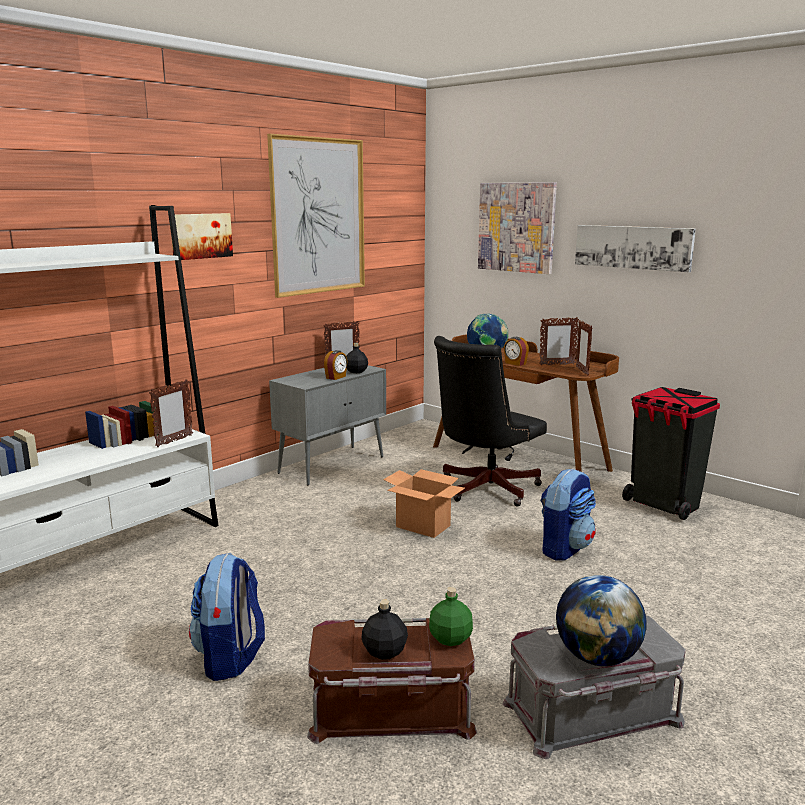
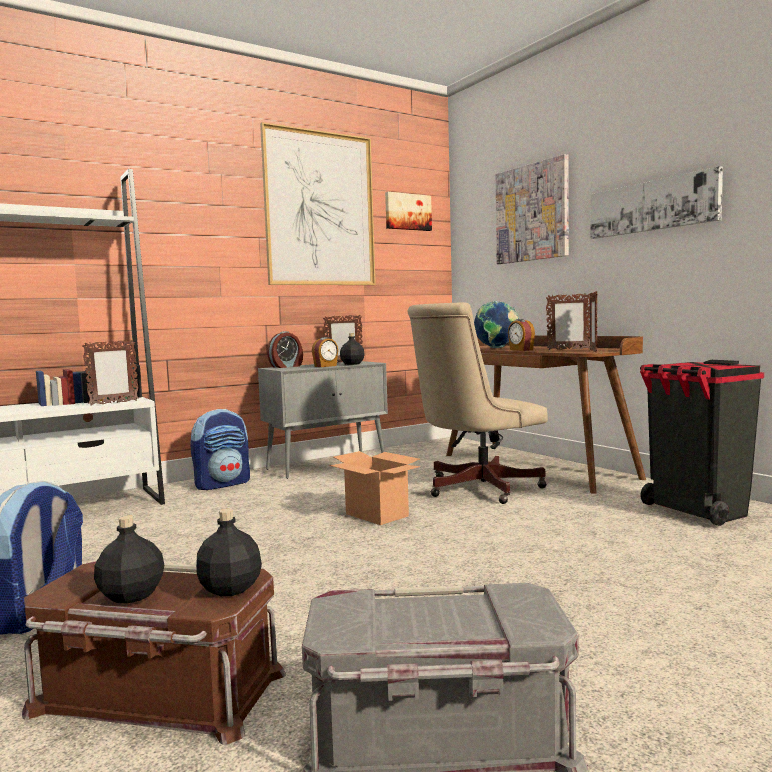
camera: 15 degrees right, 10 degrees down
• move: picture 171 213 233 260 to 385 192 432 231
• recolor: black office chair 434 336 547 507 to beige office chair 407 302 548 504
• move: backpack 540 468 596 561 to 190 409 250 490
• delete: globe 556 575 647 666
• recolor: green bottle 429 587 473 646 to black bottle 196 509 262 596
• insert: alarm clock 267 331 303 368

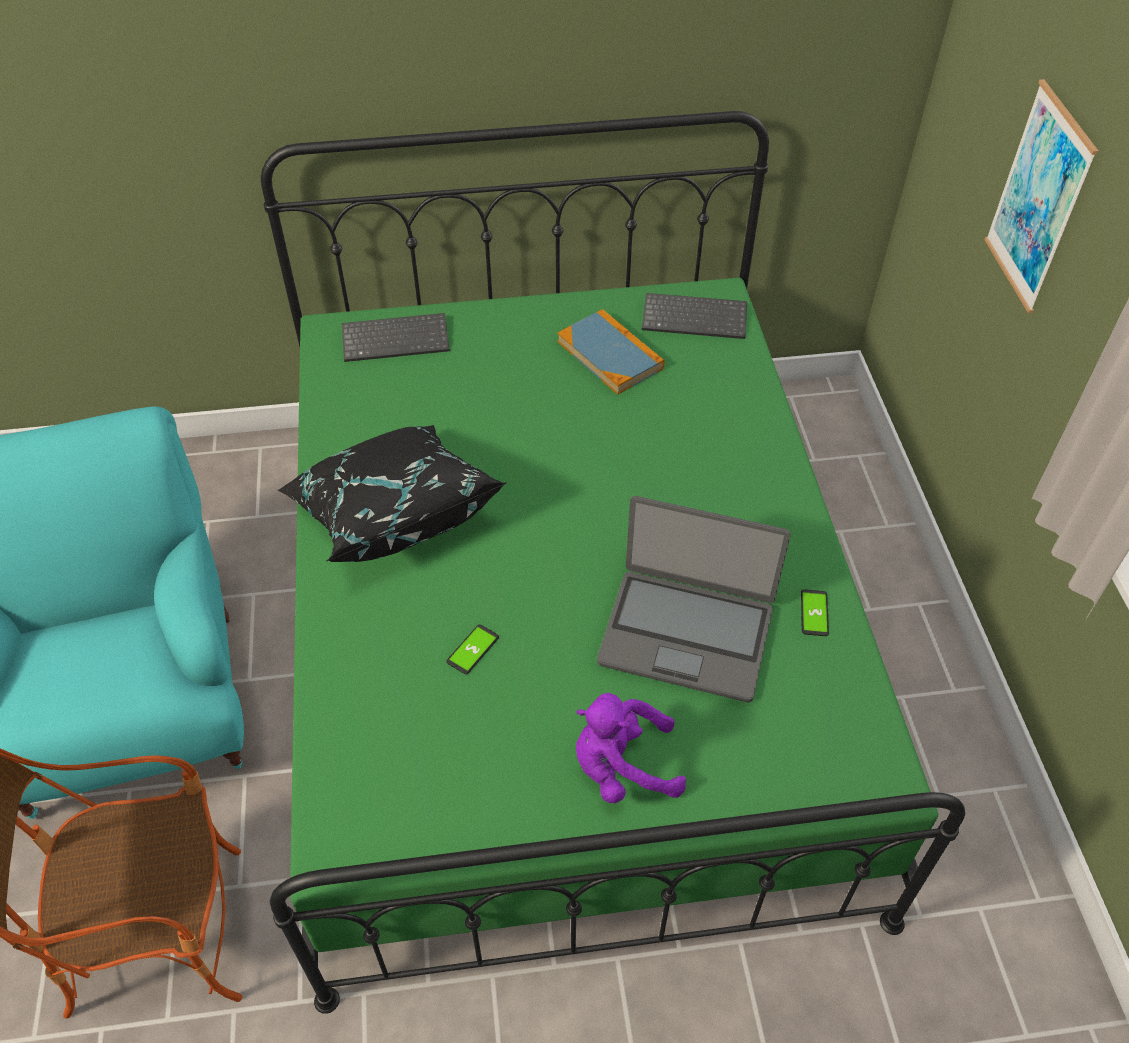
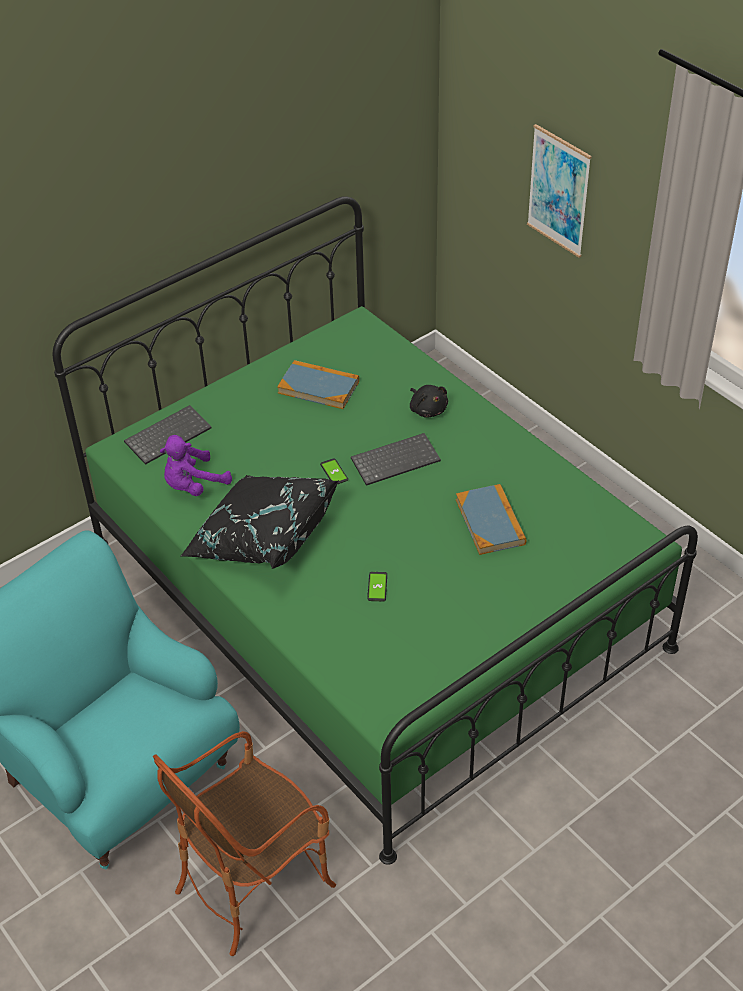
camera: 30 degrees left, 5 degrees down
• move: keyboard 642 293 747 339 to 351 433 441 486
• replace: laptop 597 496 791 702 to book 456 484 527 555
• move: phone 801 589 829 636 to 320 458 348 484
• move: purple plush toy 576 693 686 804 to 160 435 232 496
• insert: black plush toy 410 385 448 418

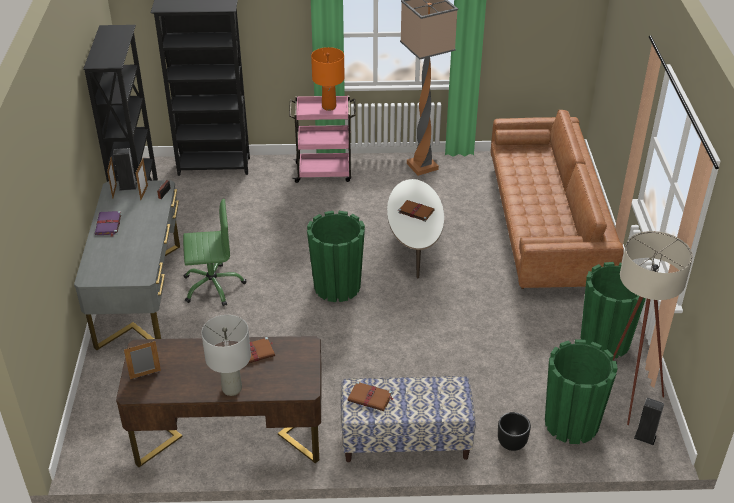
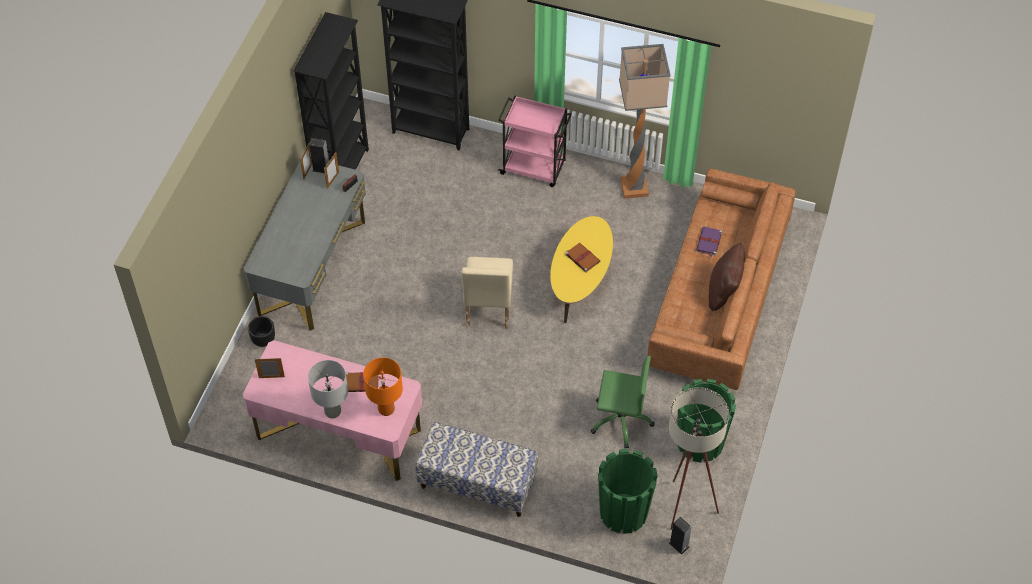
camera: 20 degrees right, 15 degrees up
• move: orange table lamp 311 47 345 111 to 363 358 403 416
• recolor: white coffee table 387 179 444 279 to yellow coffee table 550 216 613 323
• move: green office chair 183 199 246 306 to 590 356 655 449
• move: purple book 95 211 122 236 to 696 227 722 257
• replace: green planter 307 211 365 302 to beige chair 462 257 513 328
• recolor: brown desk 116 336 322 467 to pink desk 243 340 422 481
• delete: brown book 348 381 394 411
• move: black planter 498 412 531 451 to 248 316 275 347
• insert: brown pillow 709 243 745 311

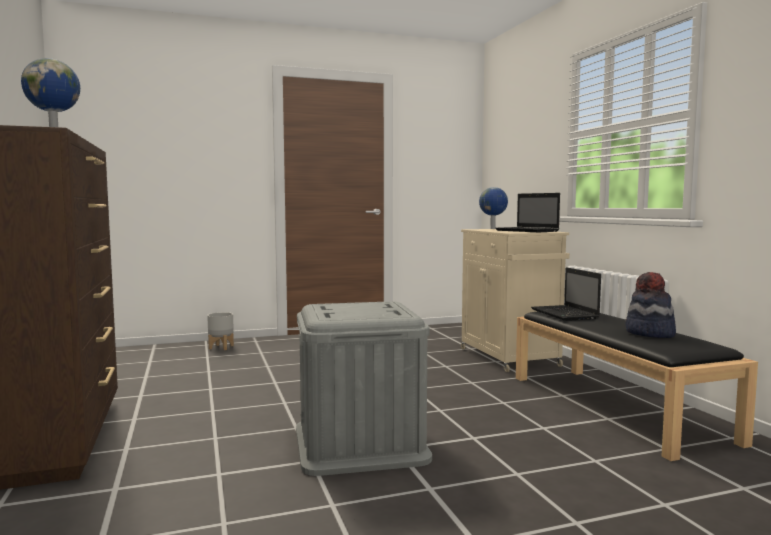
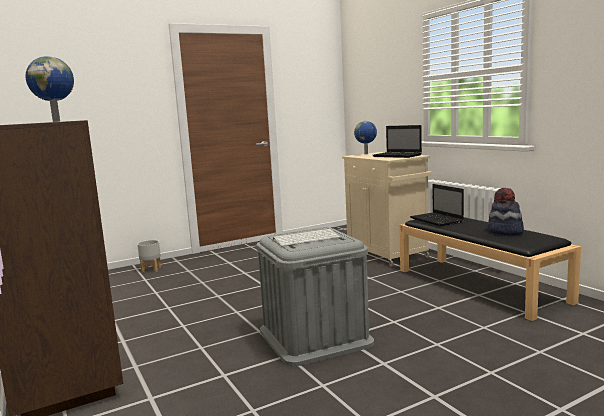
camera: 10 degrees left, 5 degrees up
• insert: keyboard 273 229 340 246

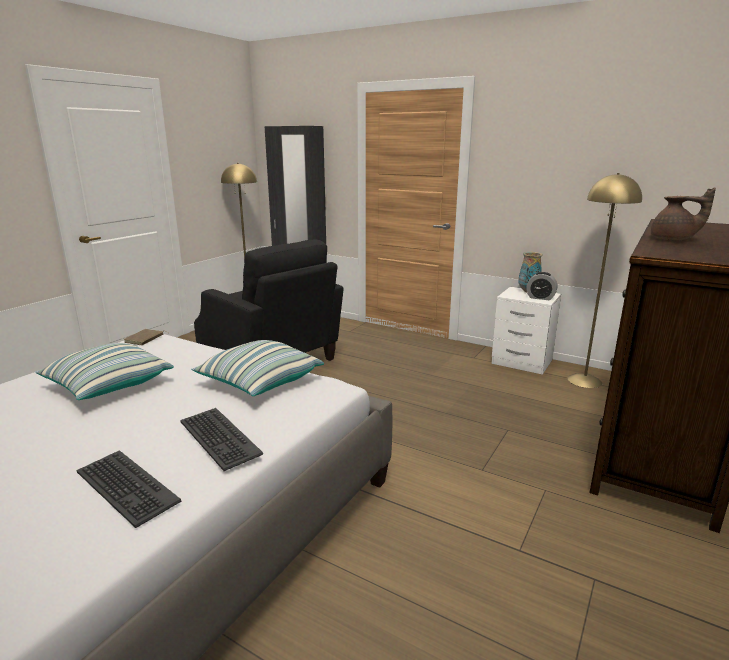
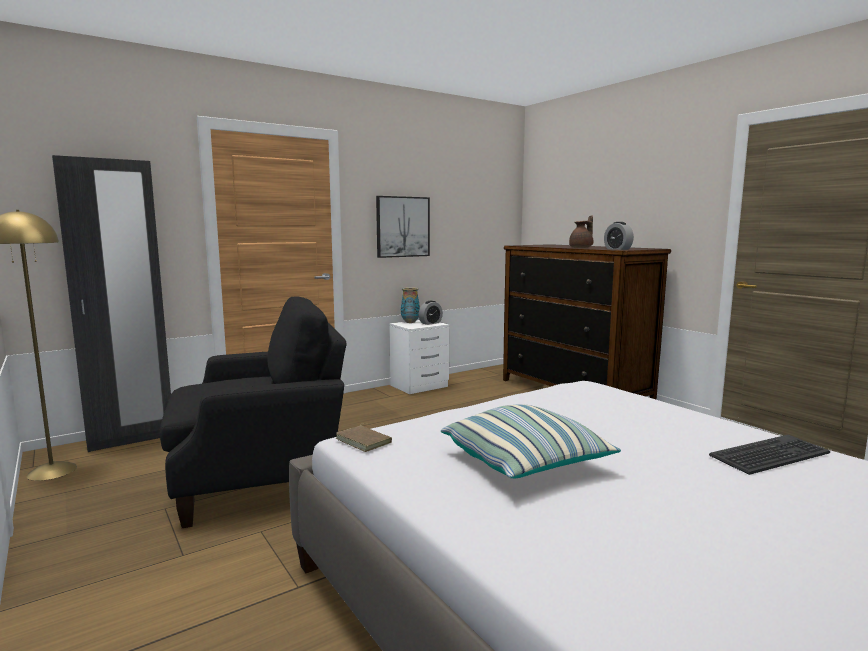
camera: 65 degrees left, 10 degrees down
• delete: yellow floor lamp 567 173 642 388
• delete: pillow 191 340 324 396
• delete: keyboard 180 408 263 471
• insert: picture 376 196 430 258
• insert: alarm clock 604 222 634 250

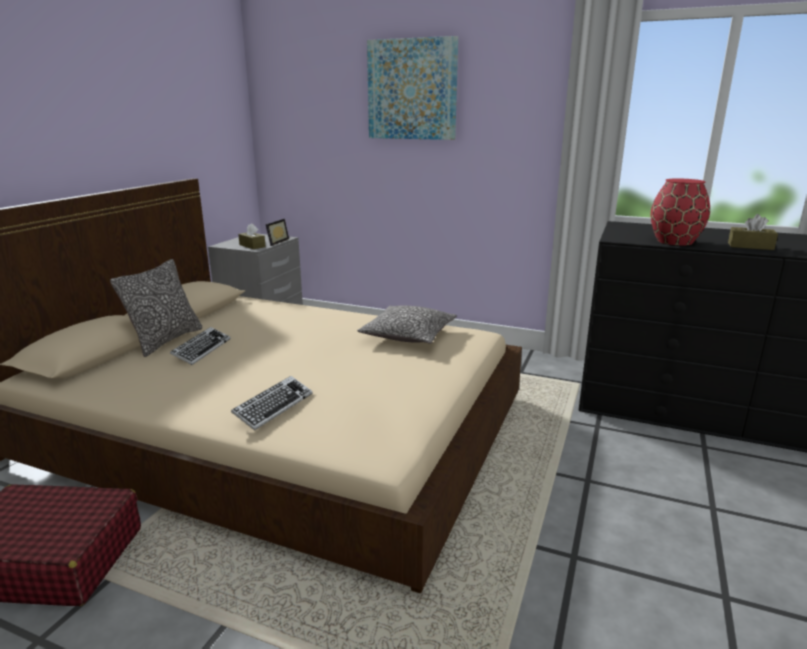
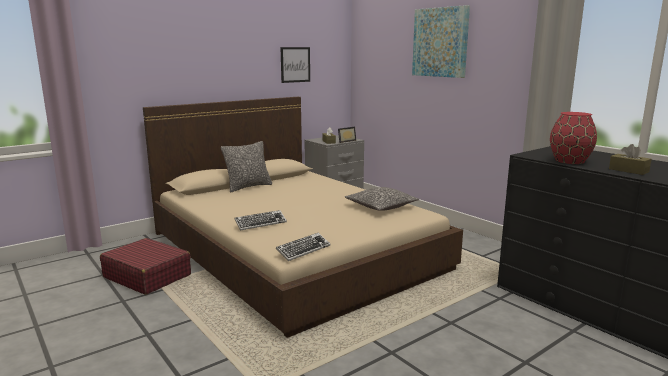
camera: 30 degrees right, 5 degrees down
• move: keyboard 170 327 231 365 to 276 233 331 261
• insert: picture 281 47 310 83

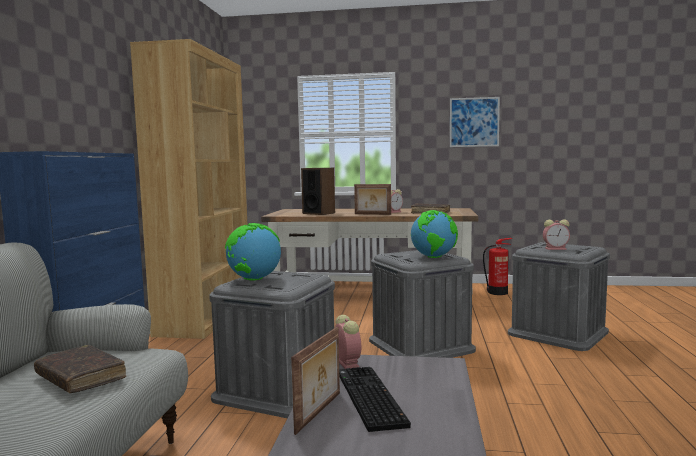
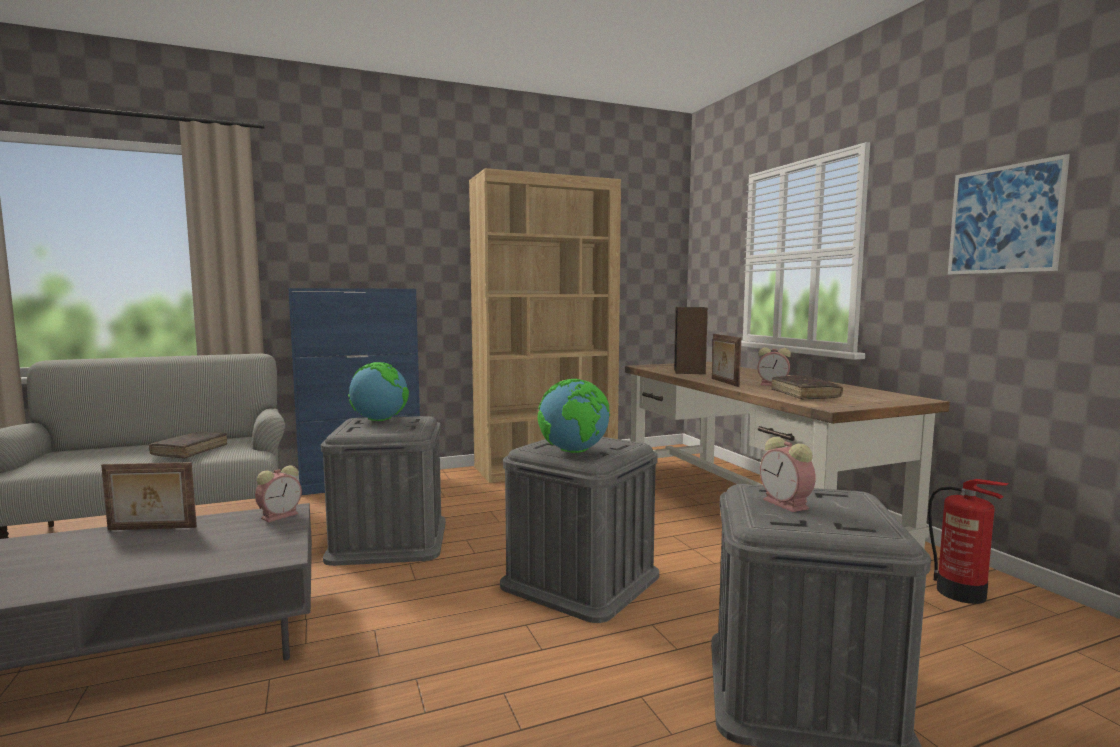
camera: 60 degrees right, 0 degrees up
• delete: keyboard 339 367 411 432

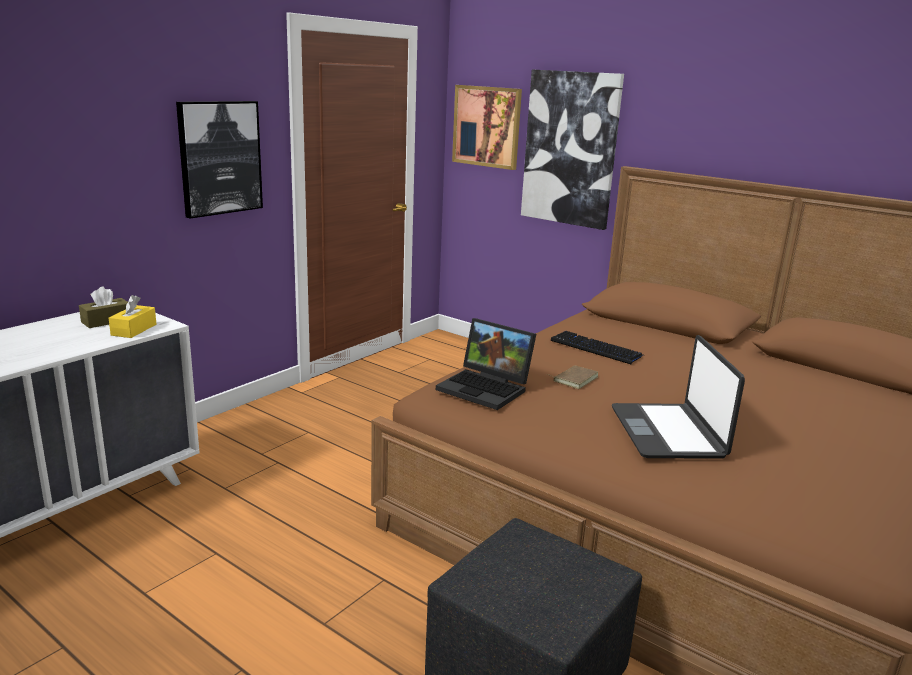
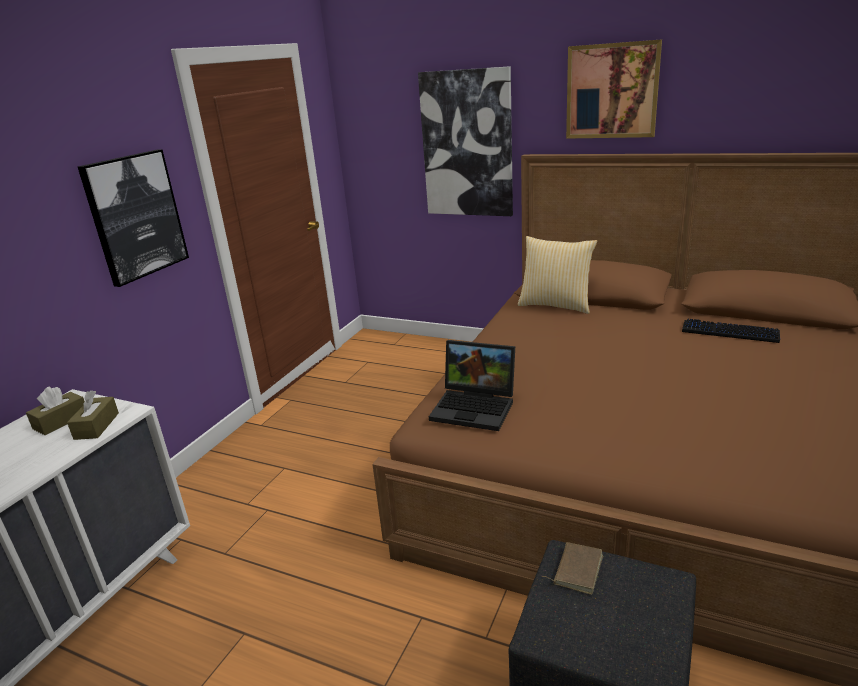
camera: 10 degrees left, 5 degrees up
• move: picture 452 85 522 170 to 566 39 662 139
• recolor: yellow tissue box 109 295 156 338 to brown tissue box 67 390 119 440
• move: keyboard 551 331 643 365 to 682 319 780 343
• delete: laptop 612 335 745 459
• move: brown book 550 365 598 389 to 542 542 603 595
• insert: pillow 518 236 598 314

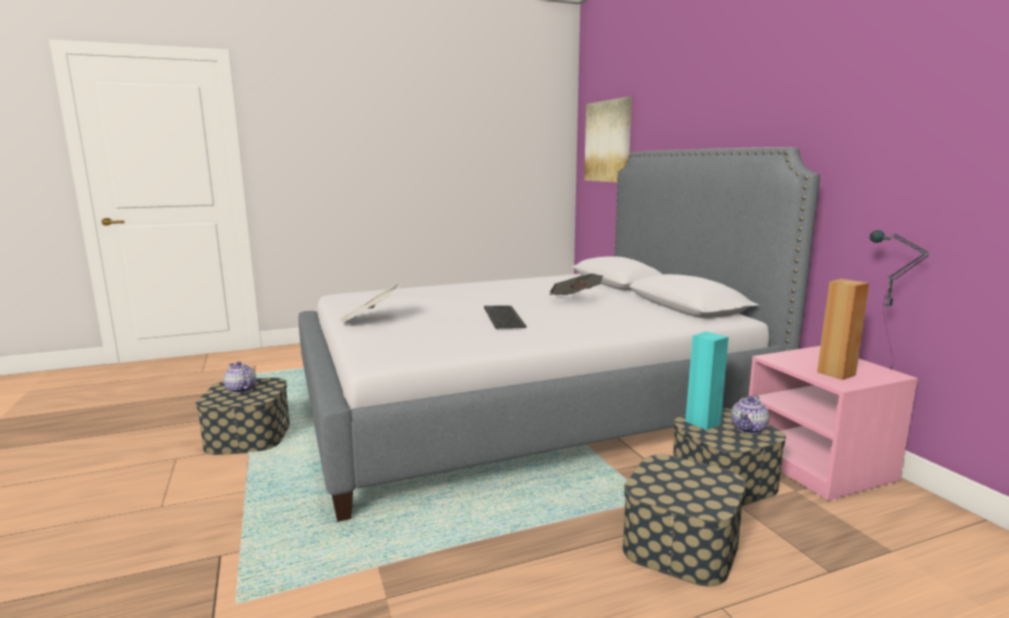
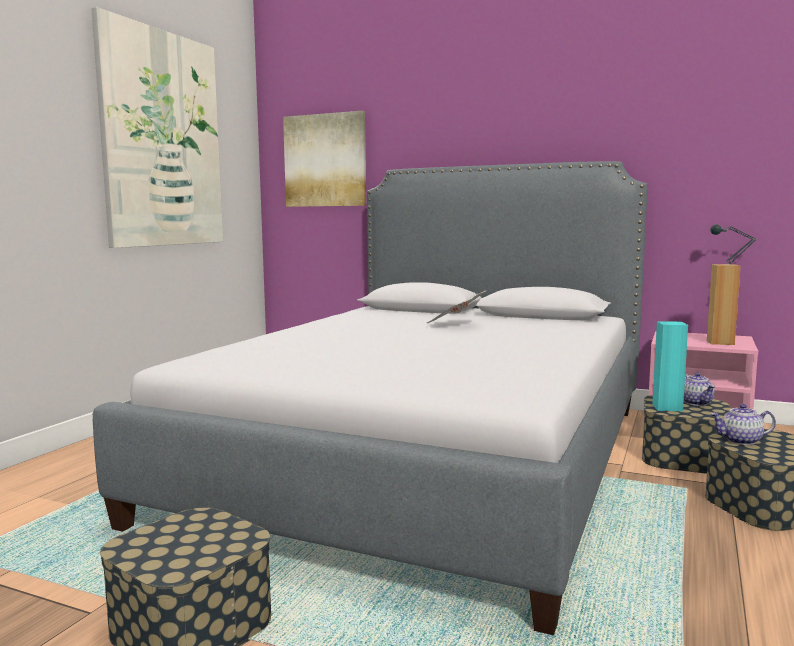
camera: 45 degrees left, 5 degrees down
• delete: newspaper 339 284 400 323
• delete: keyboard 484 306 526 329
• move: teapot 224 362 256 393 to 711 404 776 445
• insert: picture 91 7 223 248

